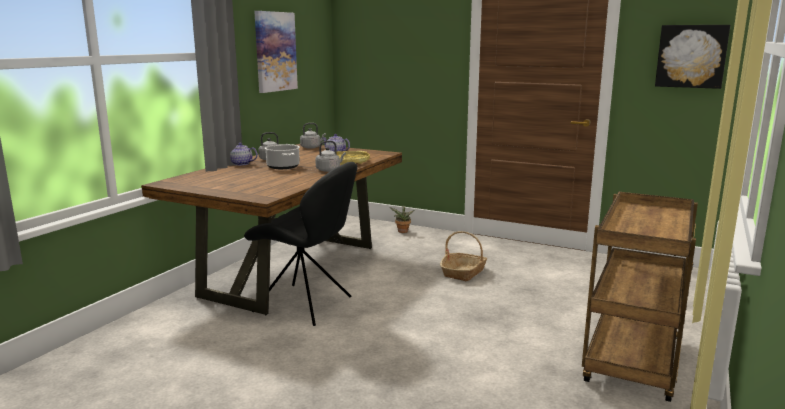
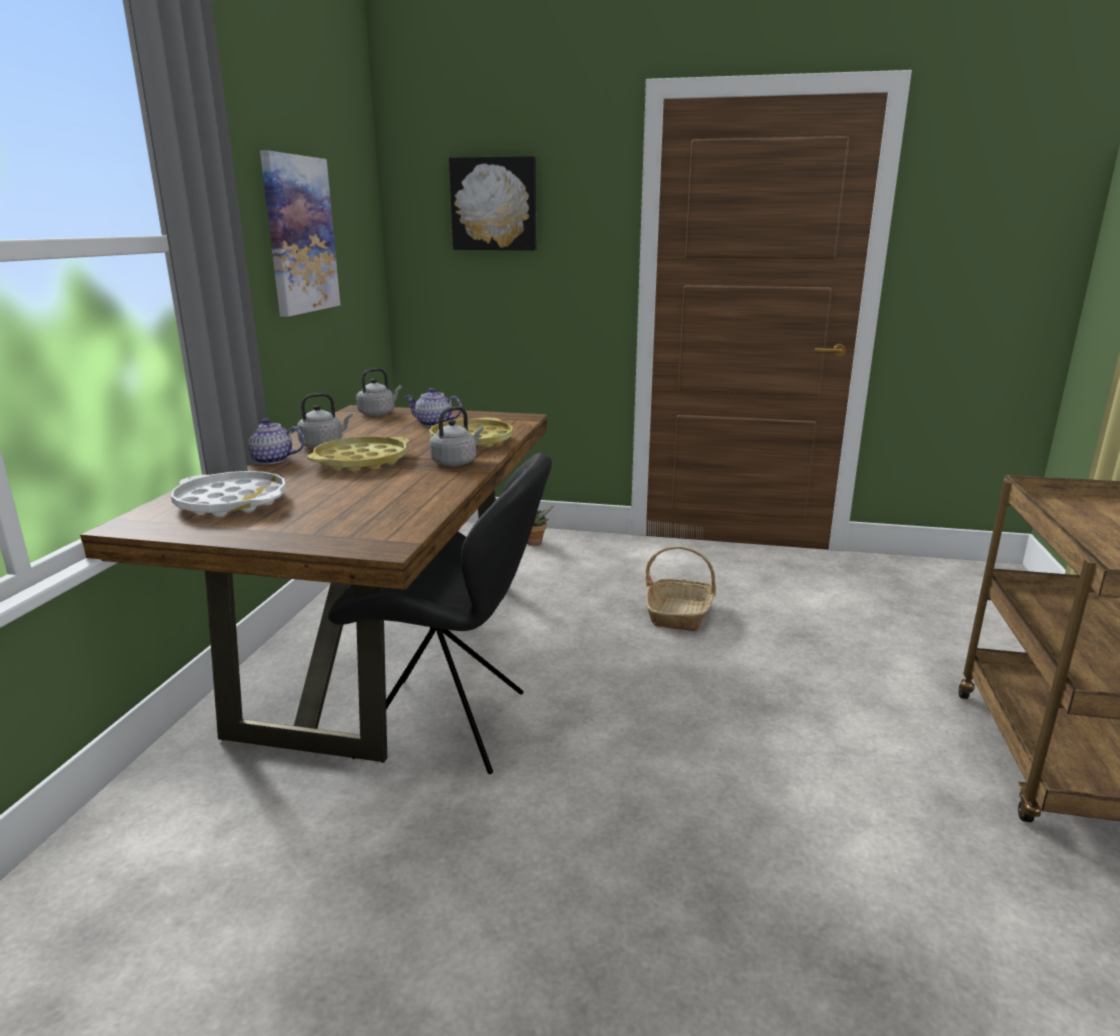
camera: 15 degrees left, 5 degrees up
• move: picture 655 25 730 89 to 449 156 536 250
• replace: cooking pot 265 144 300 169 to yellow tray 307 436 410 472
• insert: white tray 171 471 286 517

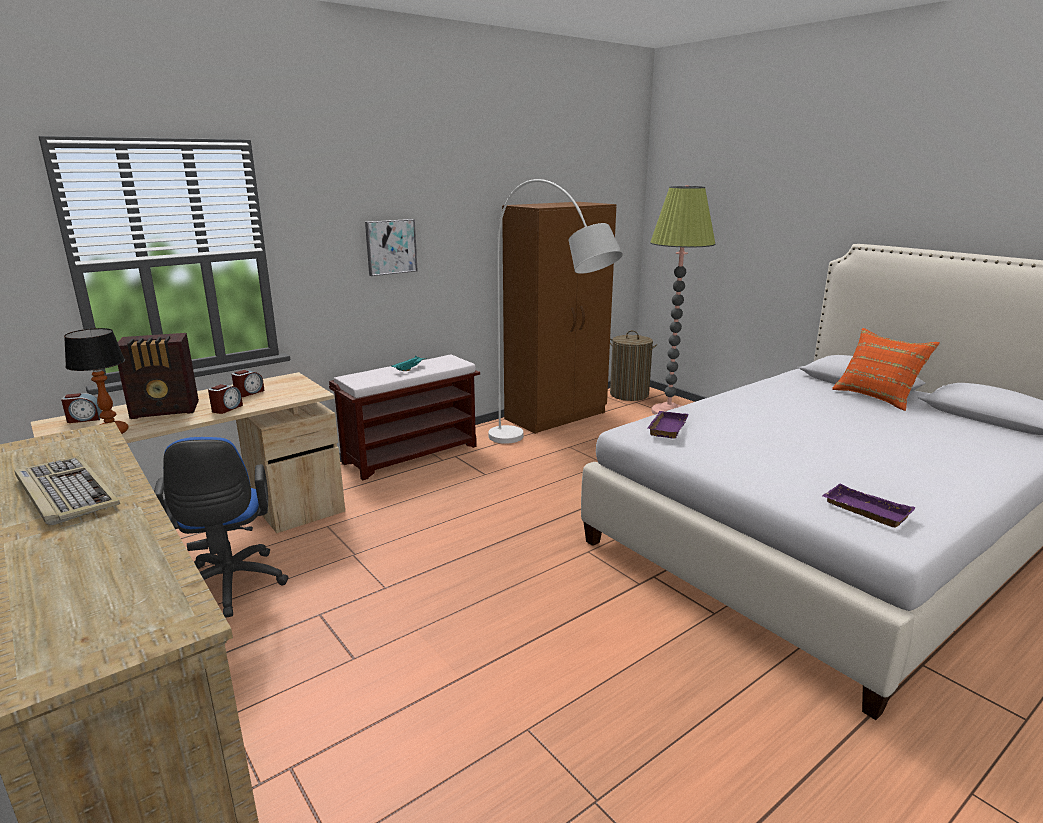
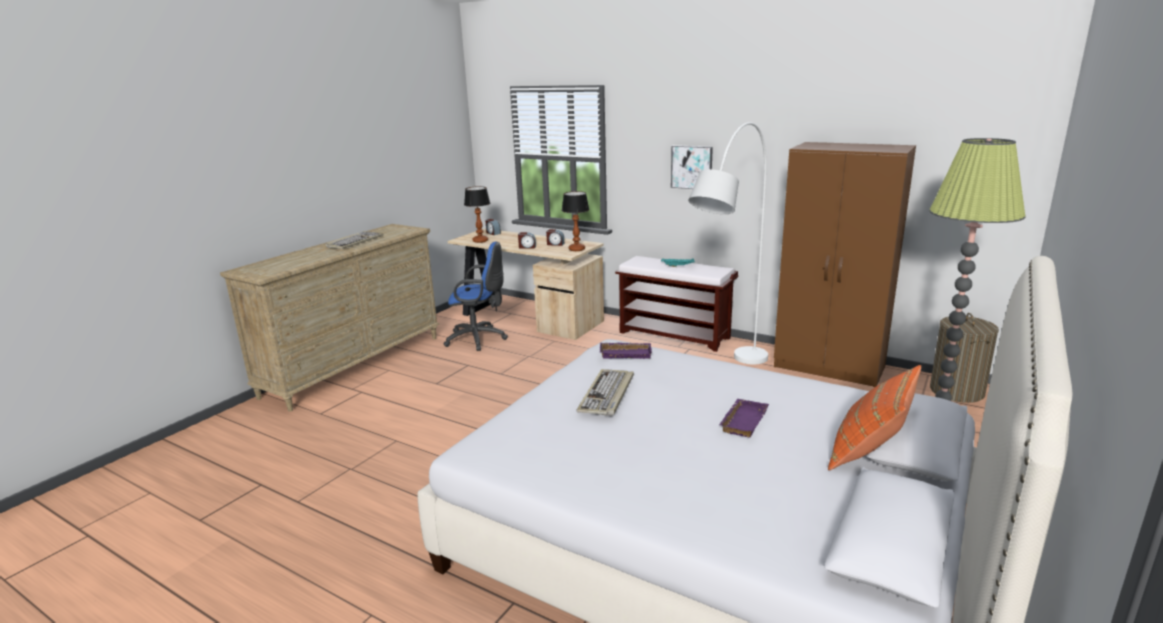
camera: 70 degrees right, 0 degrees up
• delete: radio 118 333 199 419
• rotate: blue office chair 154 437 289 618 = 443 242 508 351 135 degrees counterclockwise
• move: purple tray 822 484 916 528 to 719 399 769 437
• insert: table lamp 562 191 589 251
• insert: keyboard 577 369 634 416

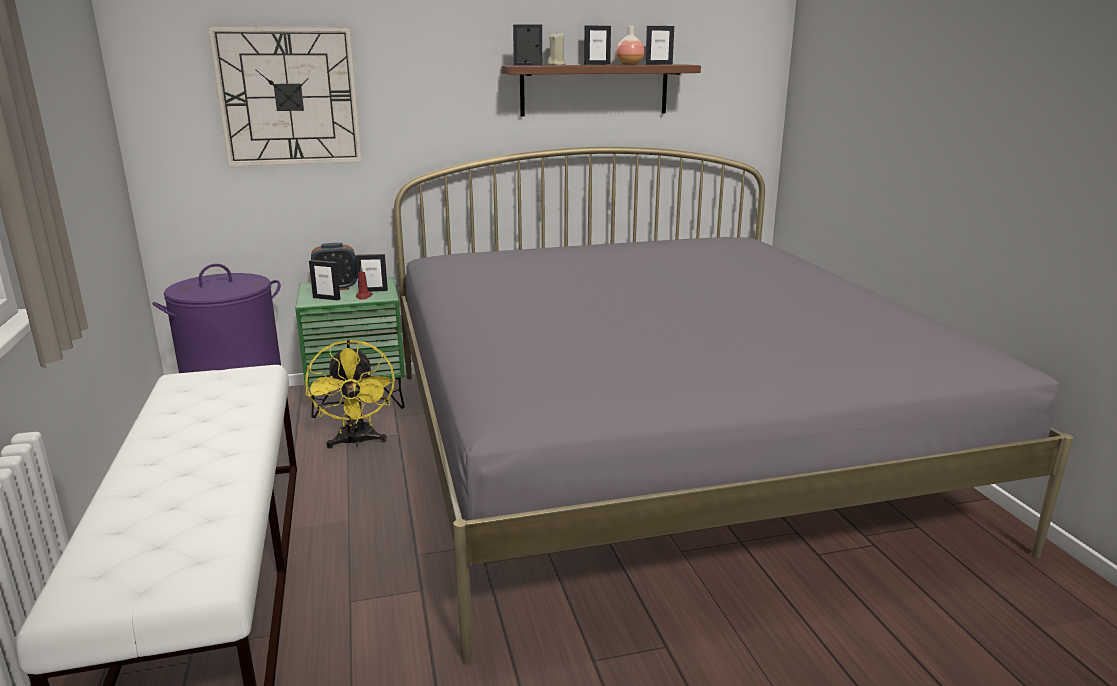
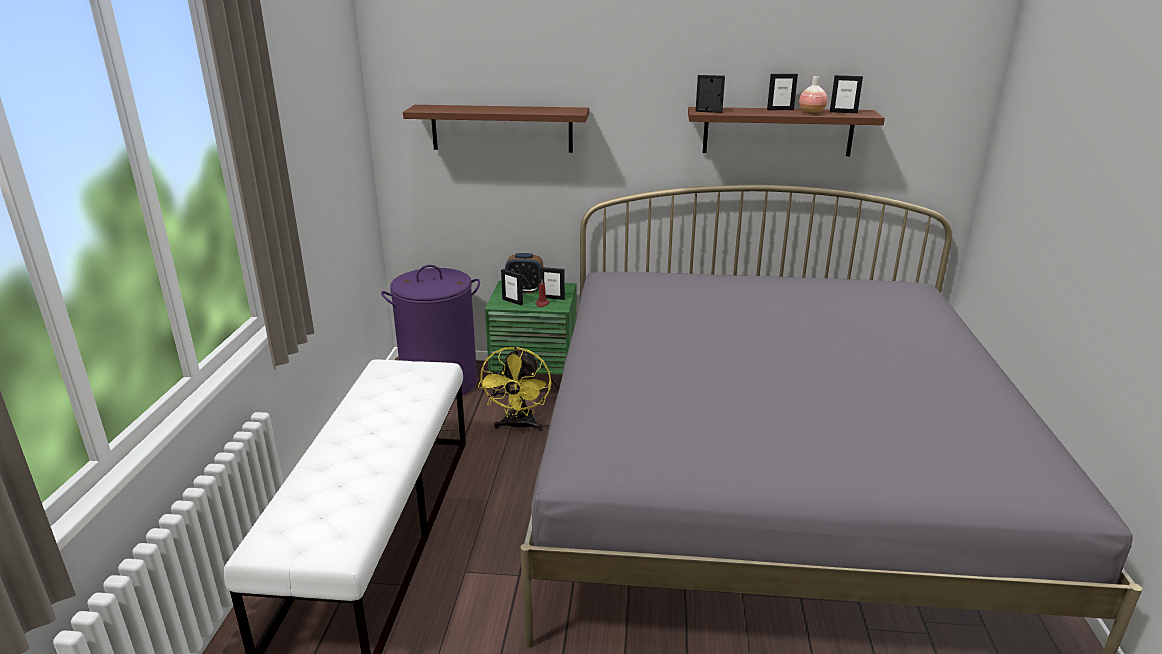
camera: 20 degrees right, 5 degrees up
• replace: wall clock 208 26 362 167 to brown shelf 403 105 589 153
• delete: beige candle 547 32 566 65

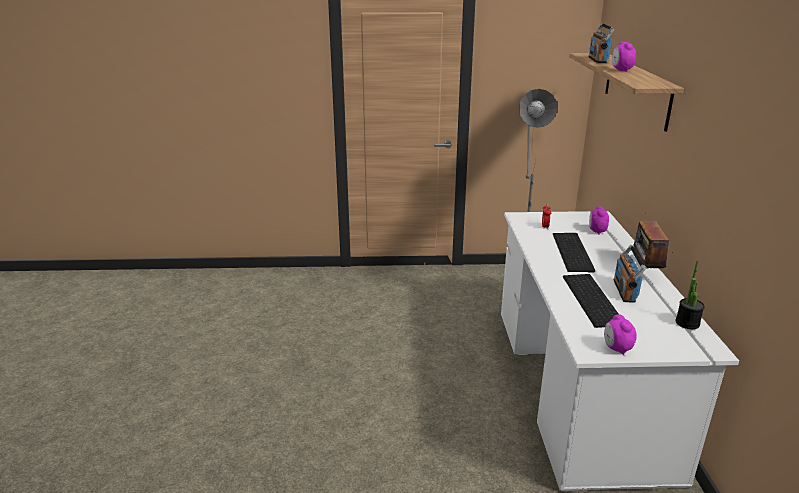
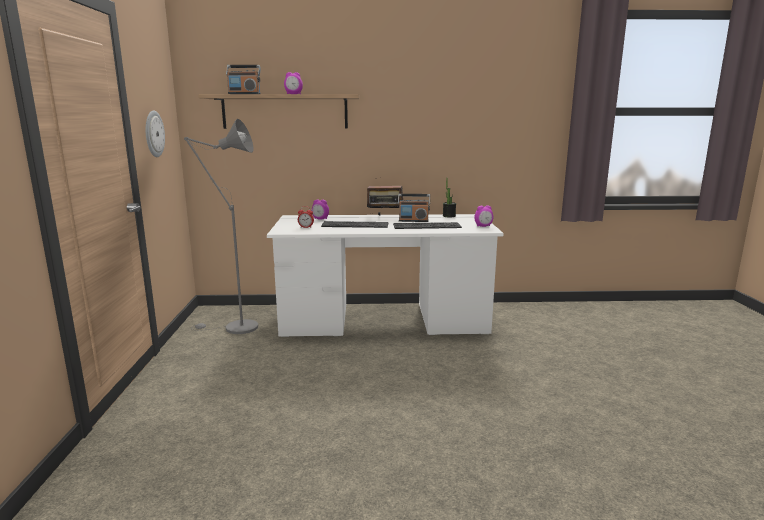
camera: 90 degrees left, 10 degrees down
• insert: wall clock 146 111 165 157

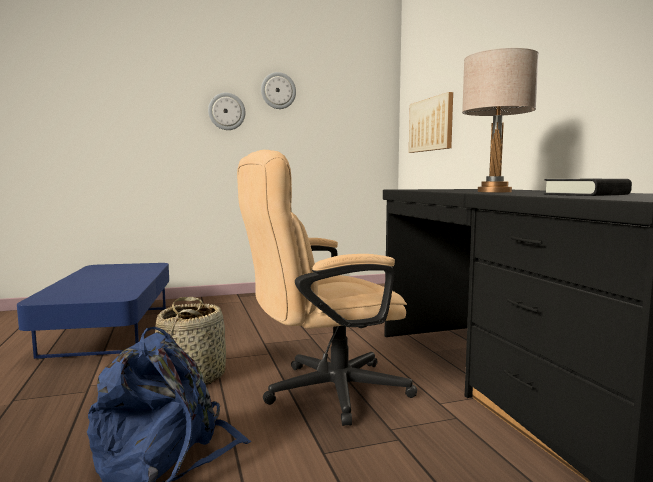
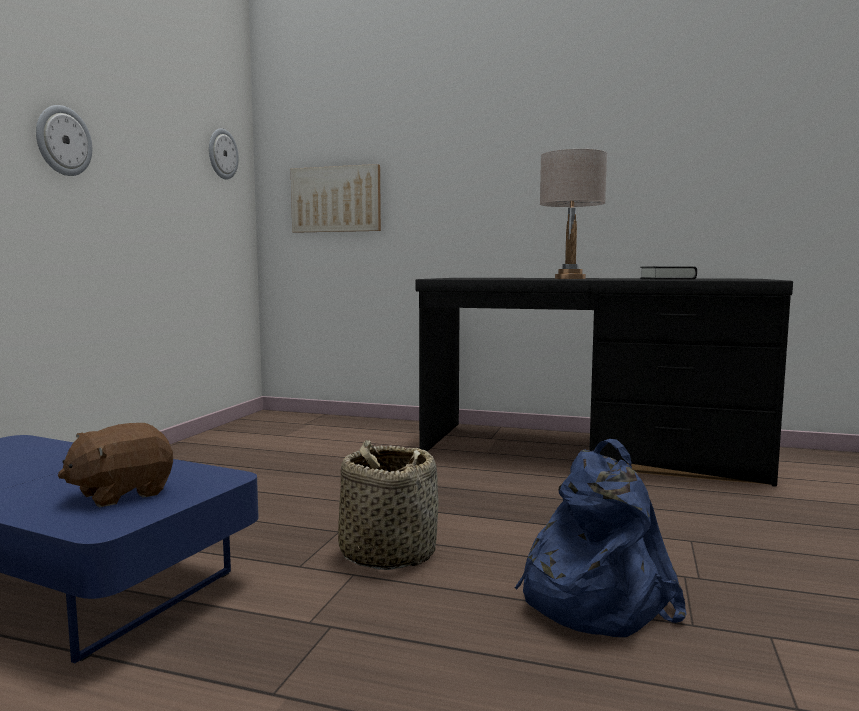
camera: 55 degrees left, 0 degrees up
• move: wall clock 261 72 296 109 to 209 128 239 180
• delete: beige office chair 237 150 417 426
• insert: brown plush toy 58 423 173 507

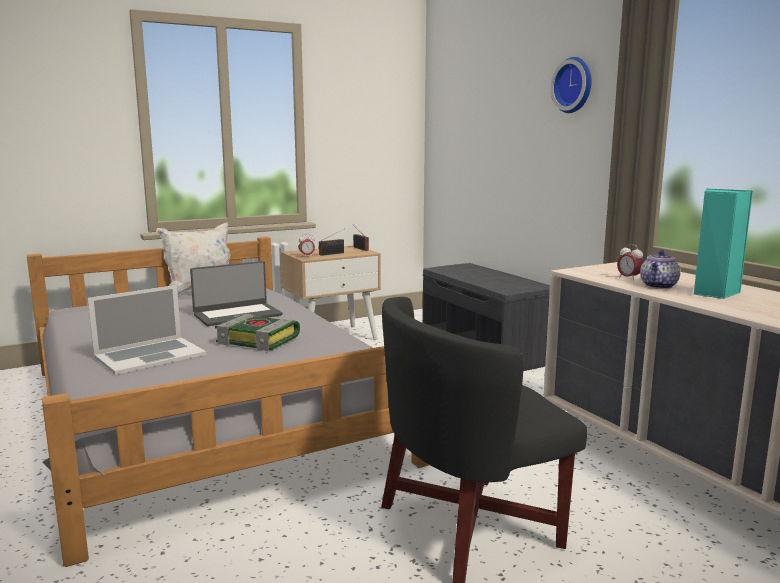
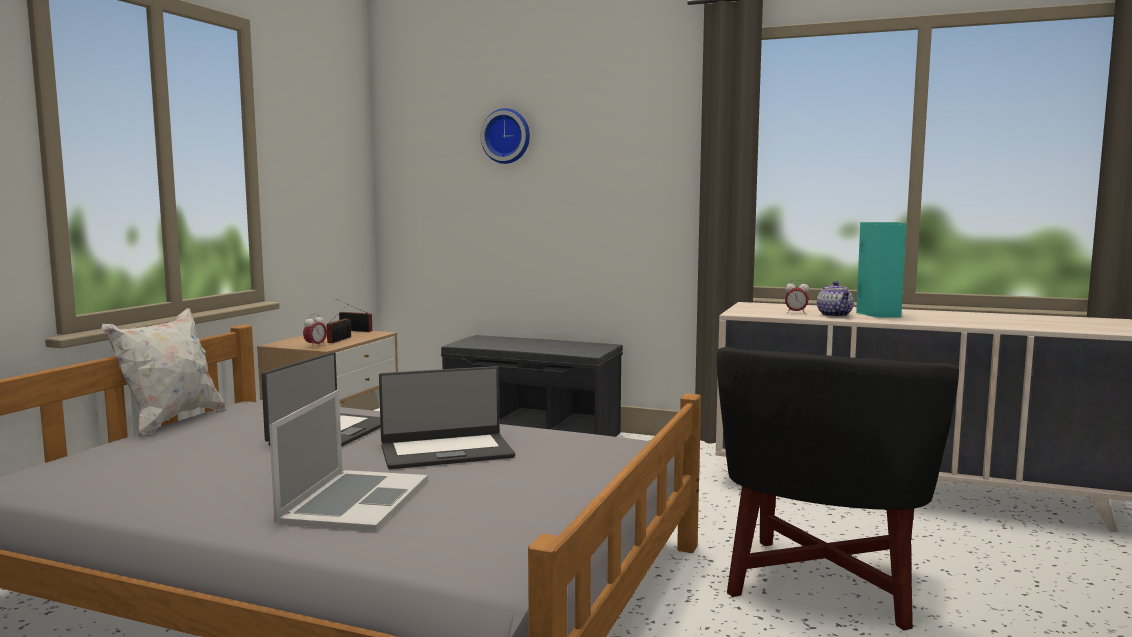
camera: 40 degrees left, 5 degrees down
• move: wall clock 550 57 592 113 to 481 108 530 164
• replace: book 215 314 300 351 to laptop 379 366 515 469

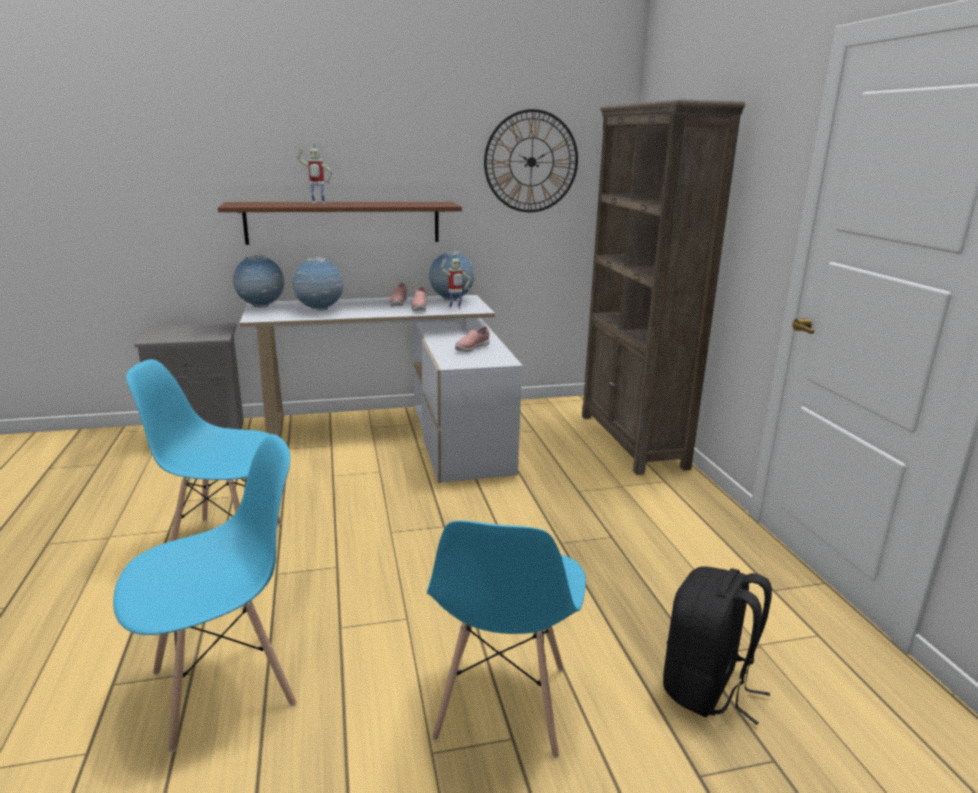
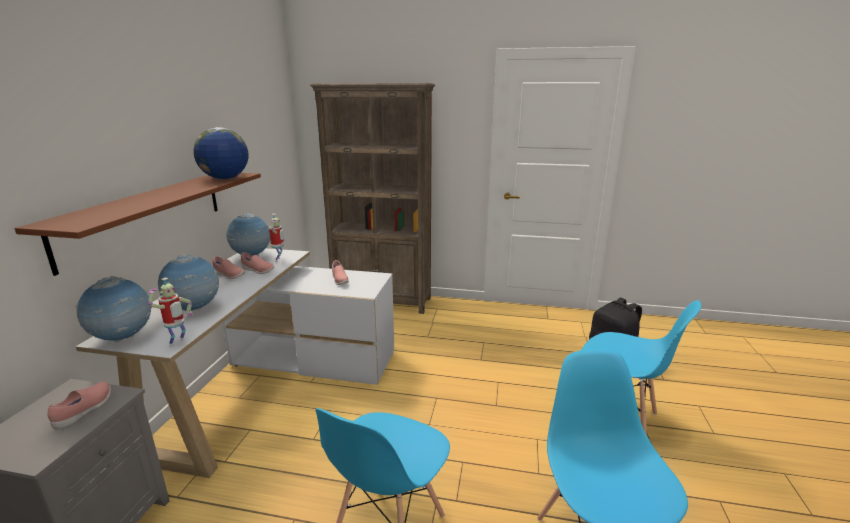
camera: 65 degrees left, 0 degrees up
• delete: wall clock 484 109 578 212
• move: toy robot 297 144 332 204 to 148 277 193 347
• insert: globe 194 127 248 179
• insert: pink shoe 47 382 111 430

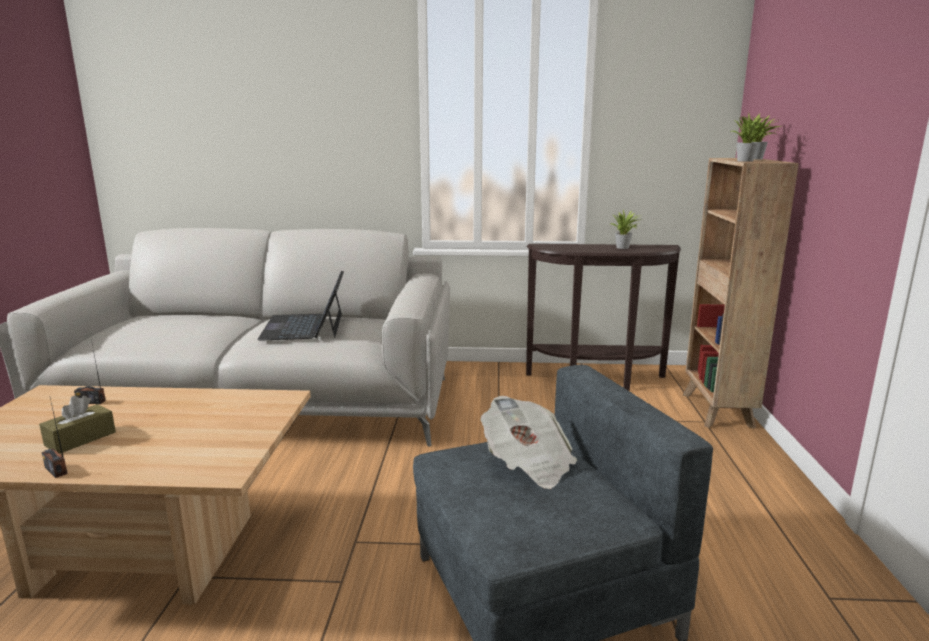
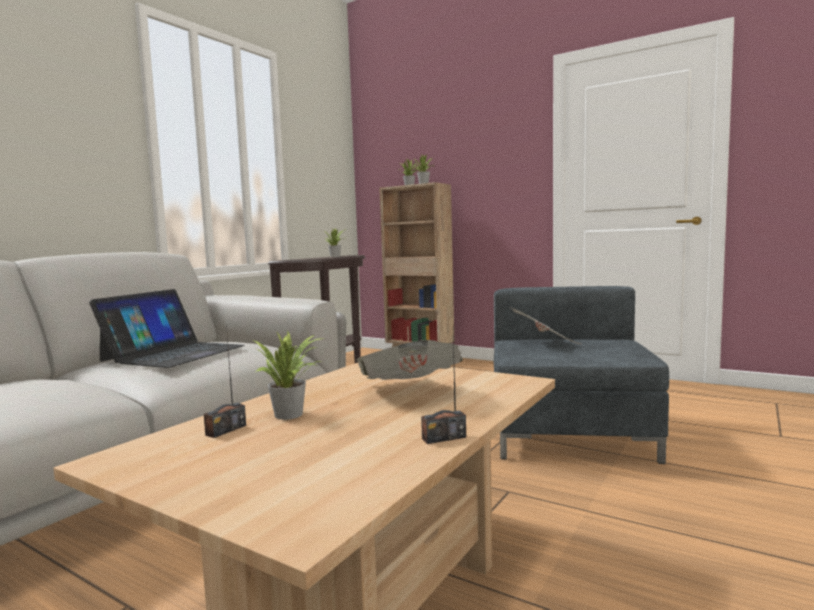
camera: 60 degrees left, 10 degrees down
• rotate: laptop 257 270 344 341 = 89 289 244 368 90 degrees counterclockwise
• delete: brown tissue box 39 396 116 454
• insert: potted plant 254 331 324 420
• insert: newspaper 356 340 463 380

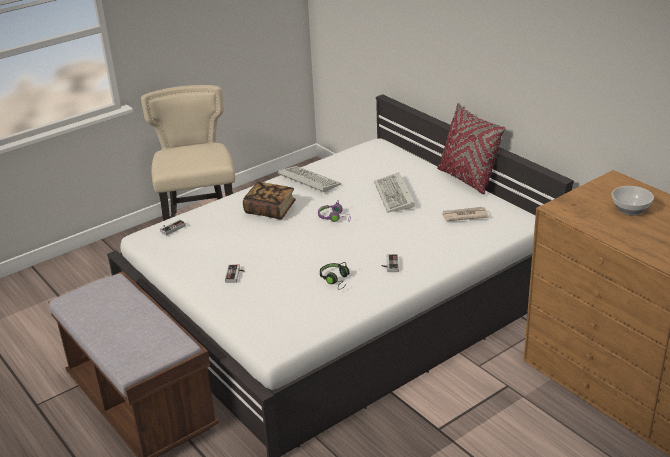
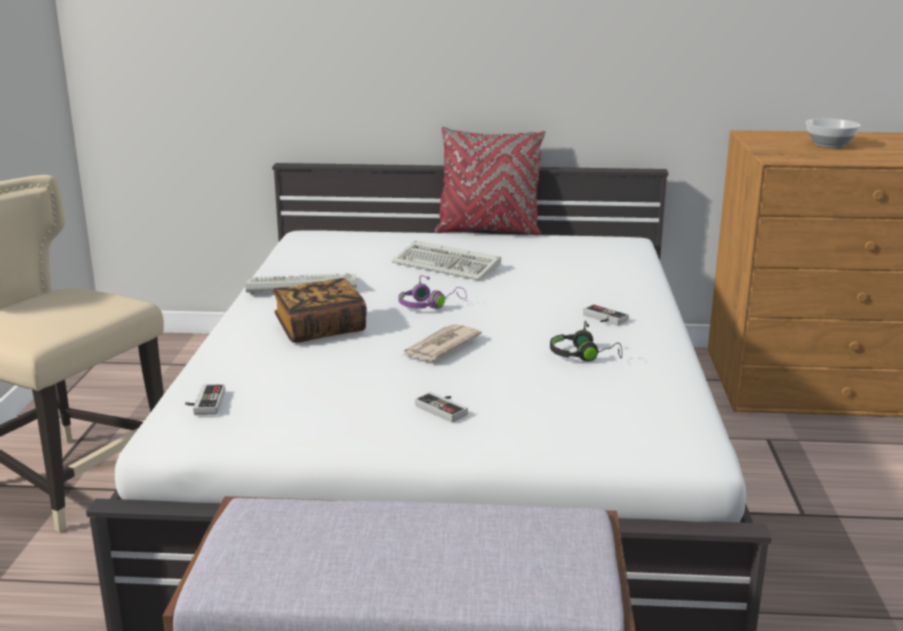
camera: 50 degrees left, 10 degrees down
• move: newspaper 441 207 489 221 to 402 324 482 361

